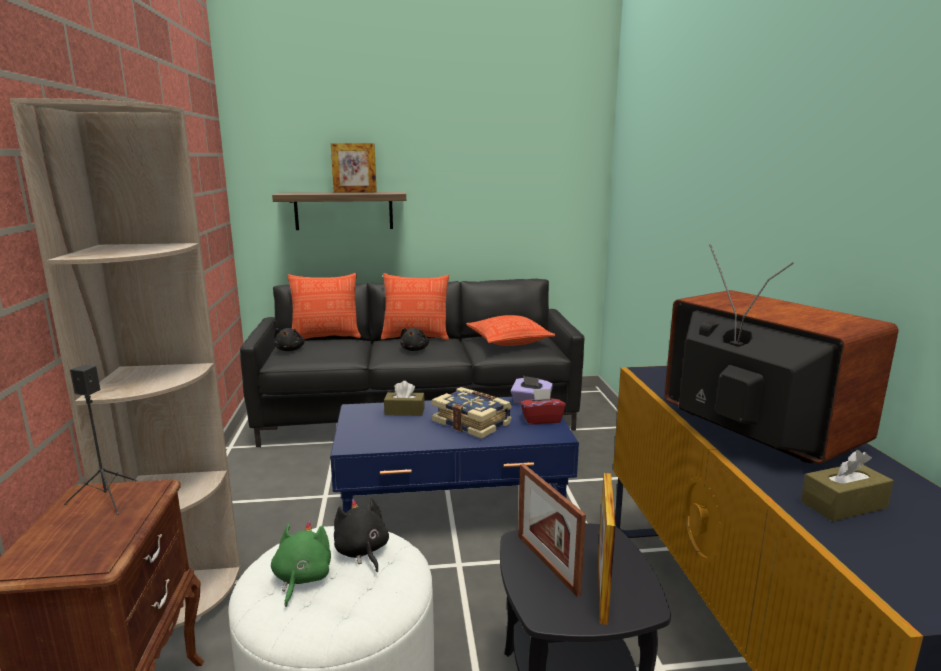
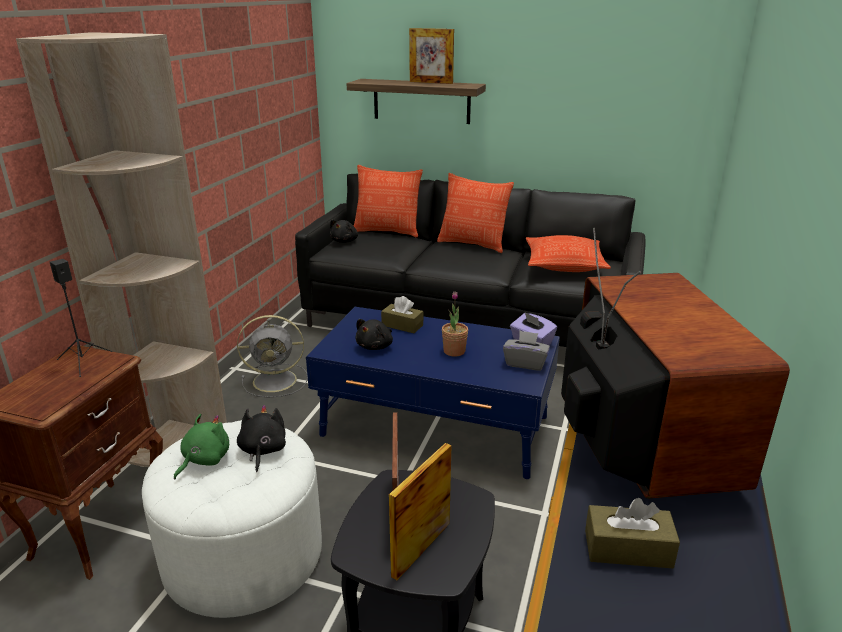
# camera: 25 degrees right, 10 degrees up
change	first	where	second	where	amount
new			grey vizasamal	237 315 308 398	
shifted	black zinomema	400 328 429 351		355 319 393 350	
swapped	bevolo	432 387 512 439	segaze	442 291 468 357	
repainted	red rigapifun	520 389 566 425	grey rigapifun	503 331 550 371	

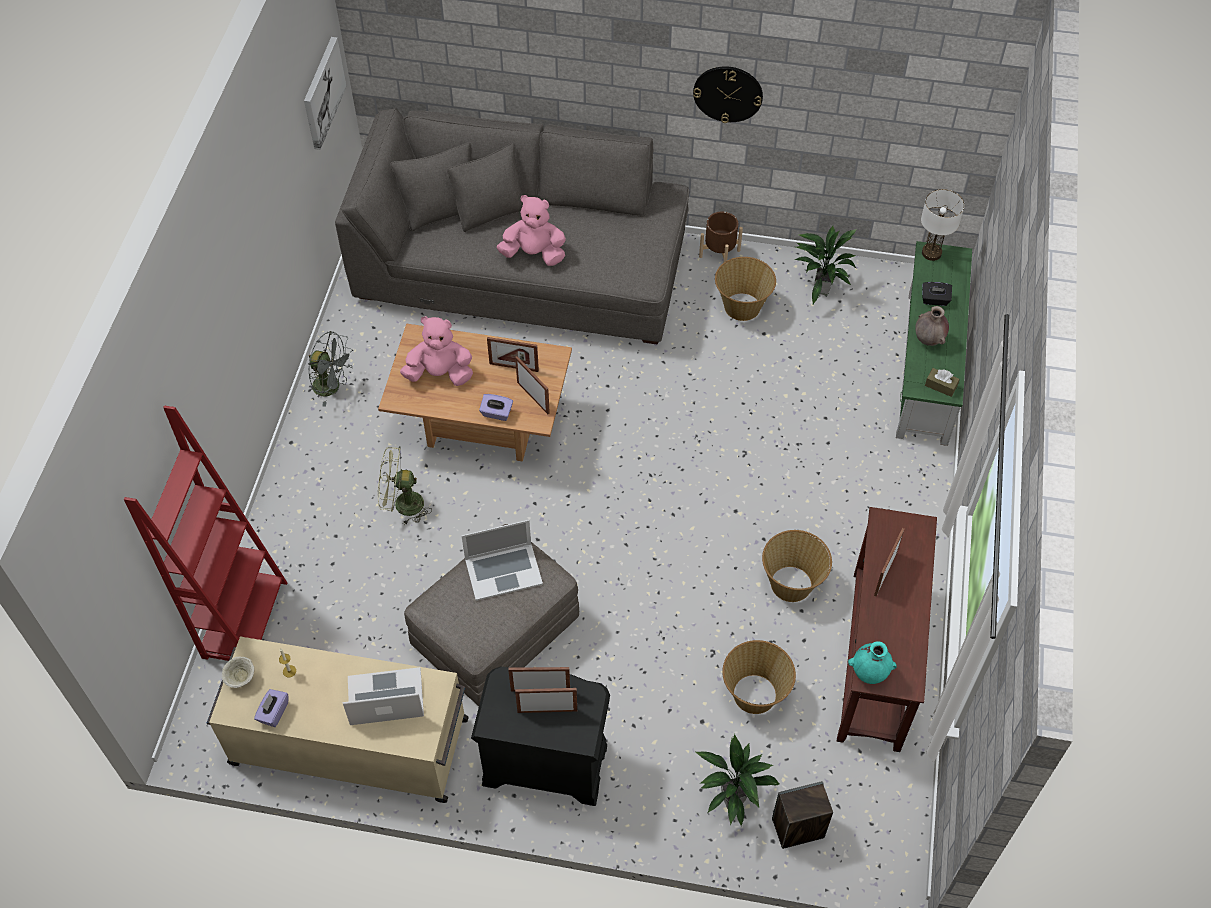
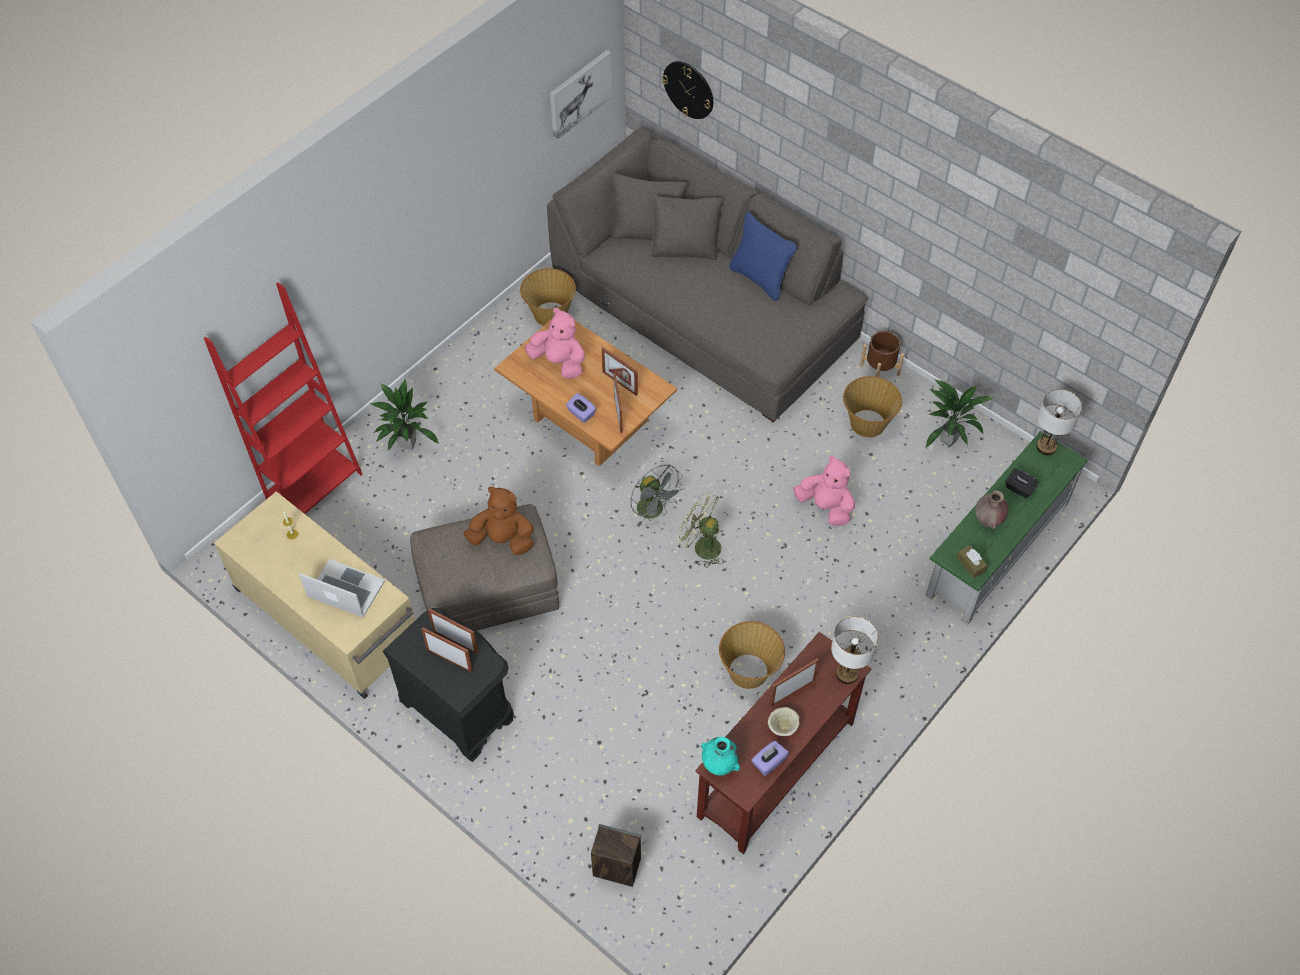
# camera: 30 degrees right, 0 degrees up
change	first	where	second	where	amount
shifted	segaze	696 734 779 826		370 378 439 450	
swapped	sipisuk	462 520 543 601	brown zinomema	464 486 534 555	
shifted	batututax	722 640 796 714		520 268 576 326	
shifted	grey vizasamal	308 331 353 407		630 464 684 527	
shifted	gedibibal	693 66 763 123		662 61 713 119	
shifted	green vizasamal	378 447 432 525		677 492 724 568	
new			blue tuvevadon	729 212 797 301	
shifted	purple rigapifun	254 689 288 727		751 741 789 776	
shifted	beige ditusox	222 656 254 688		768 707 800 736	
shifted	pink zinomema	497 195 566 266		793 455 855 526	
new			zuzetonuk	831 616 879 684	

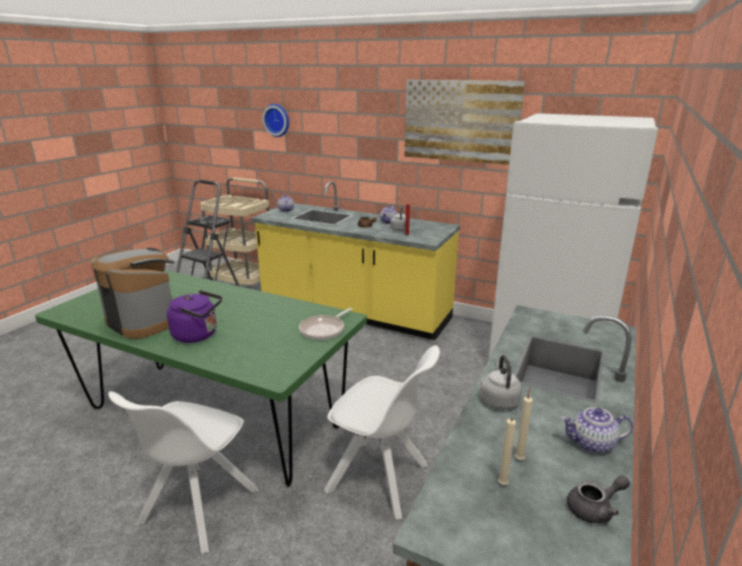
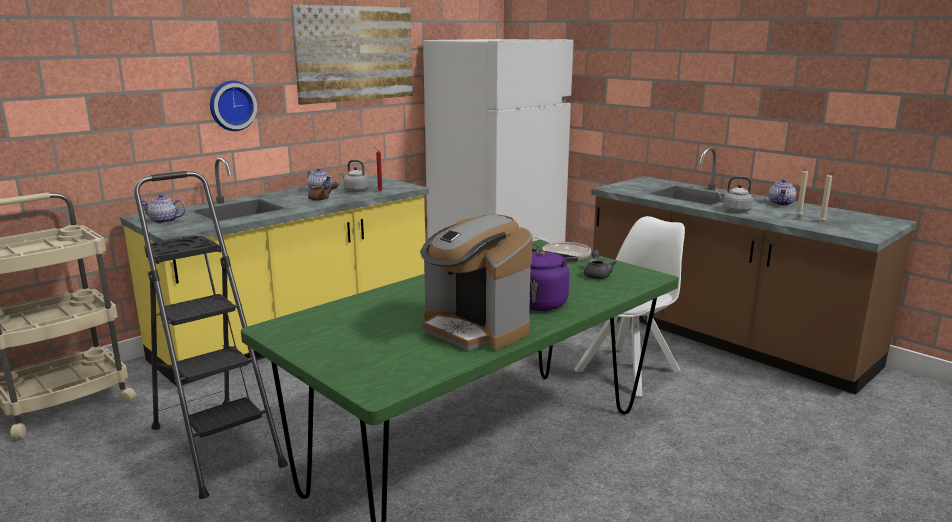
# camera: 70 degrees left, 5 degrees down
change	first	where	second	where	amount
shifted	gedibibal	262 104 289 137		210 80 257 131	
rotated	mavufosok	91 248 174 339		420 214 532 351	105 degrees counterclockwise
shifted	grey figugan	567 475 630 523		584 249 616 279	
gone	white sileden	108 391 259 554			

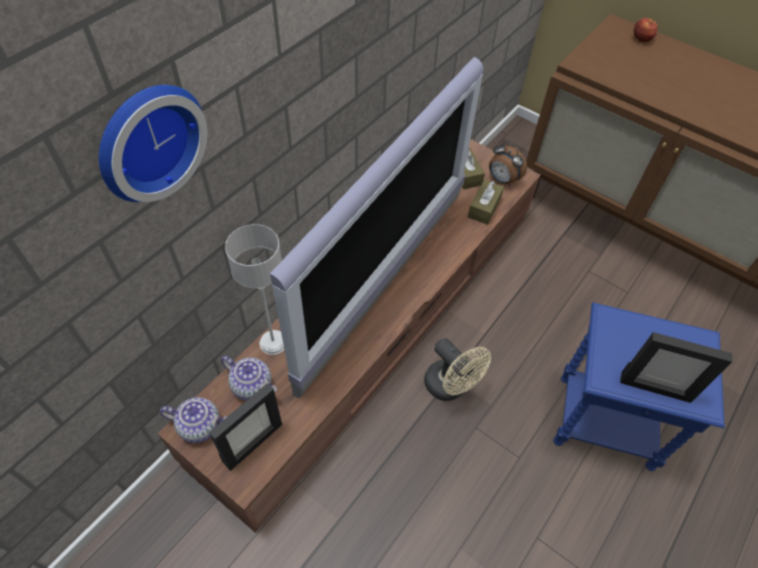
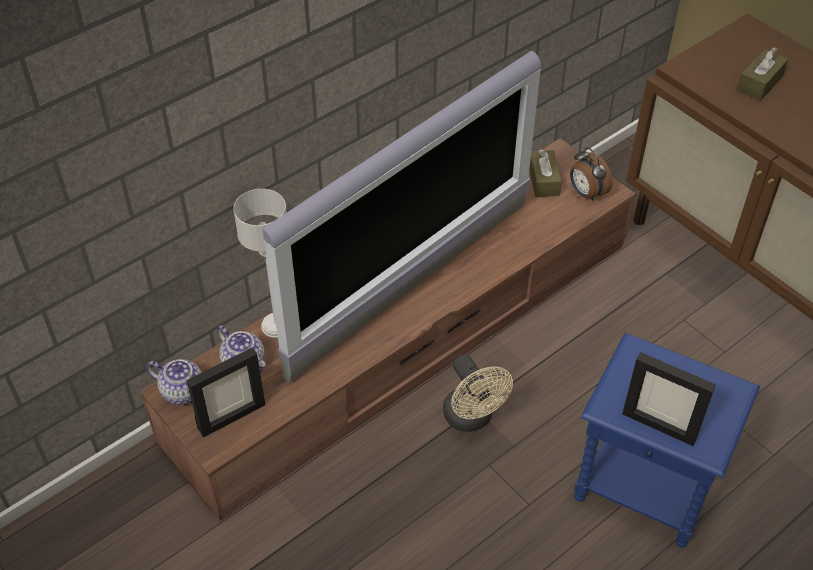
# camera: 15 degrees right, 5 degrees down
change	first	where	second	where	amount
shifted	brown rigapifun	468 180 504 225		737 47 788 101	
gone	gedibibal	99 85 207 202			
gone	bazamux	634 18 658 42			

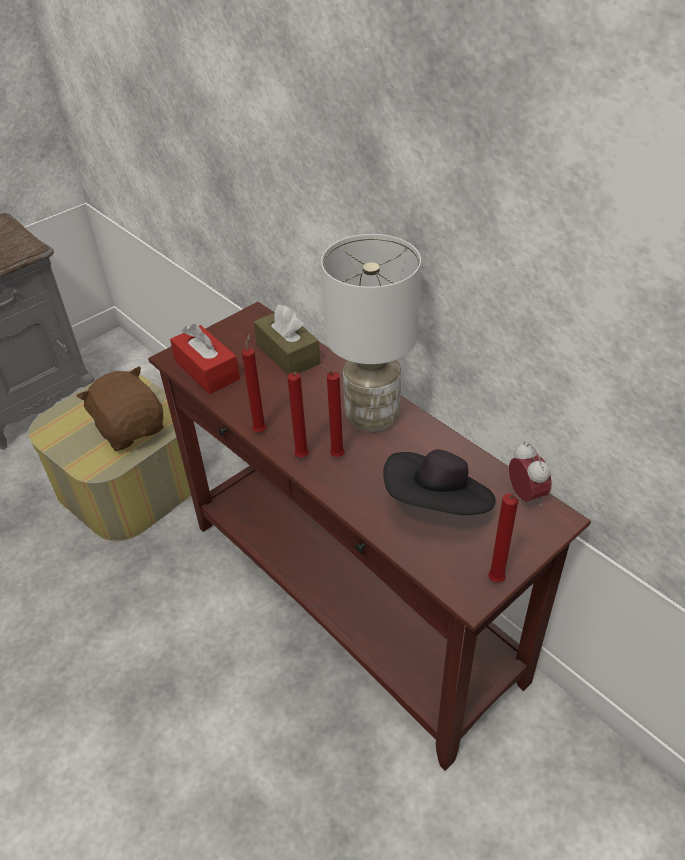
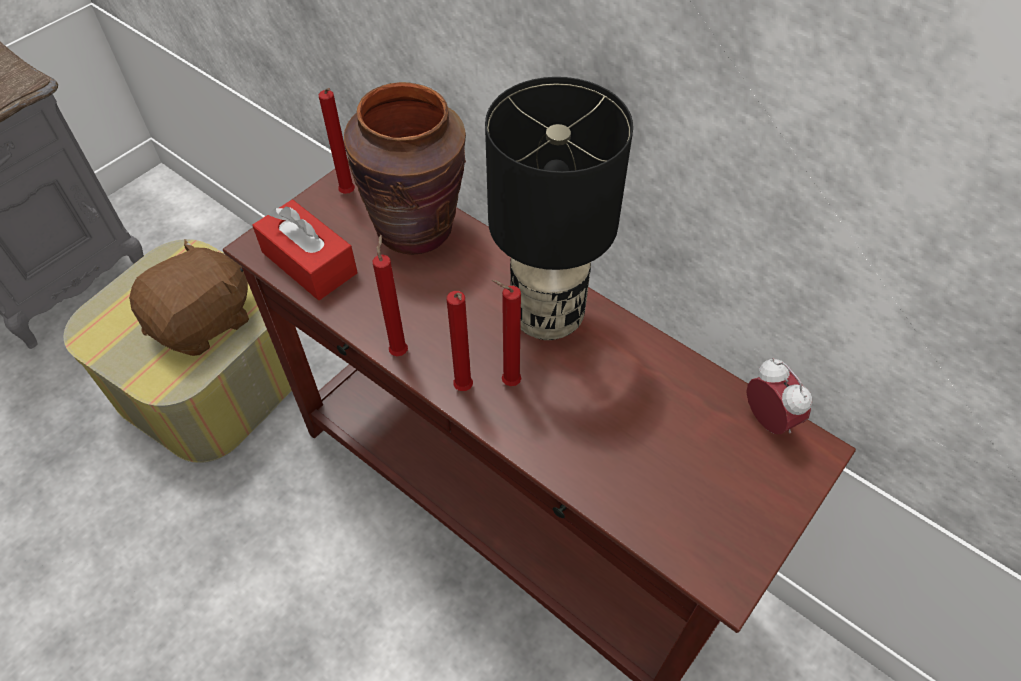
# camera: 10 degrees left, 10 degrees up
change	first	where	second	where	amount
rotated	brown zinomema	76 366 164 451		129 239 249 356	90 degrees clockwise
shifted	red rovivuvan	488 494 521 583		319 88 355 194	
swapped	brown rigapifun	254 305 320 375	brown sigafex	344 82 466 255	
repainted	white zuzetonuk	321 234 421 432	black zuzetonuk	485 77 633 340	
gone	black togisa	383 450 496 515			

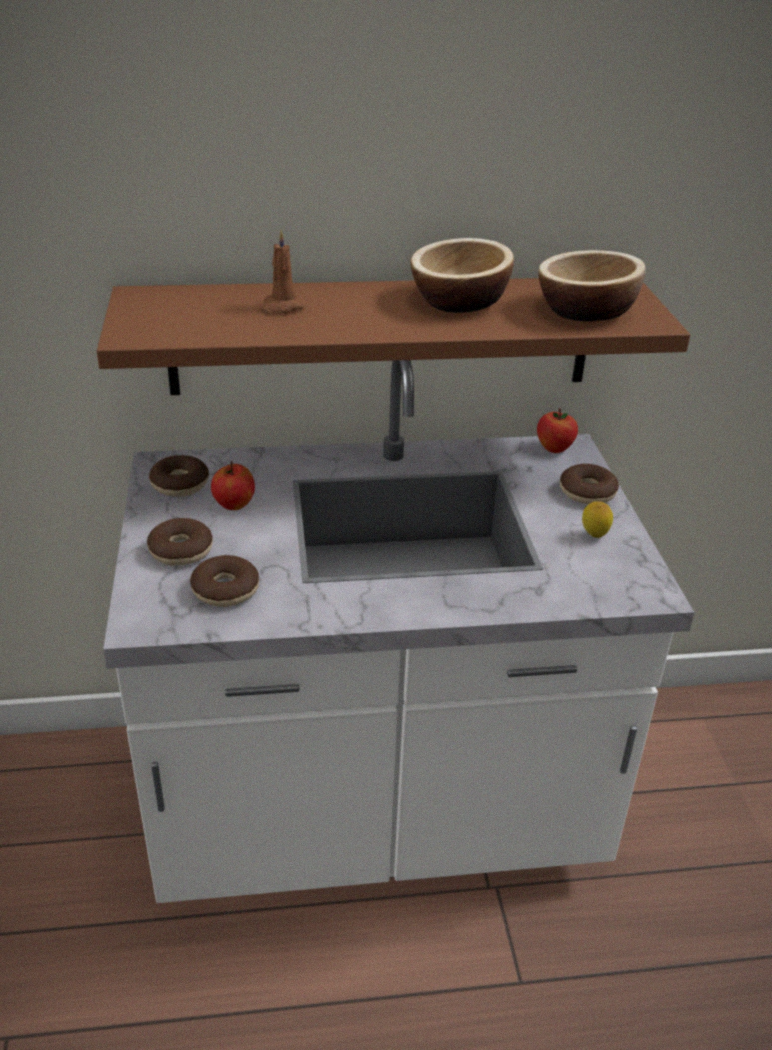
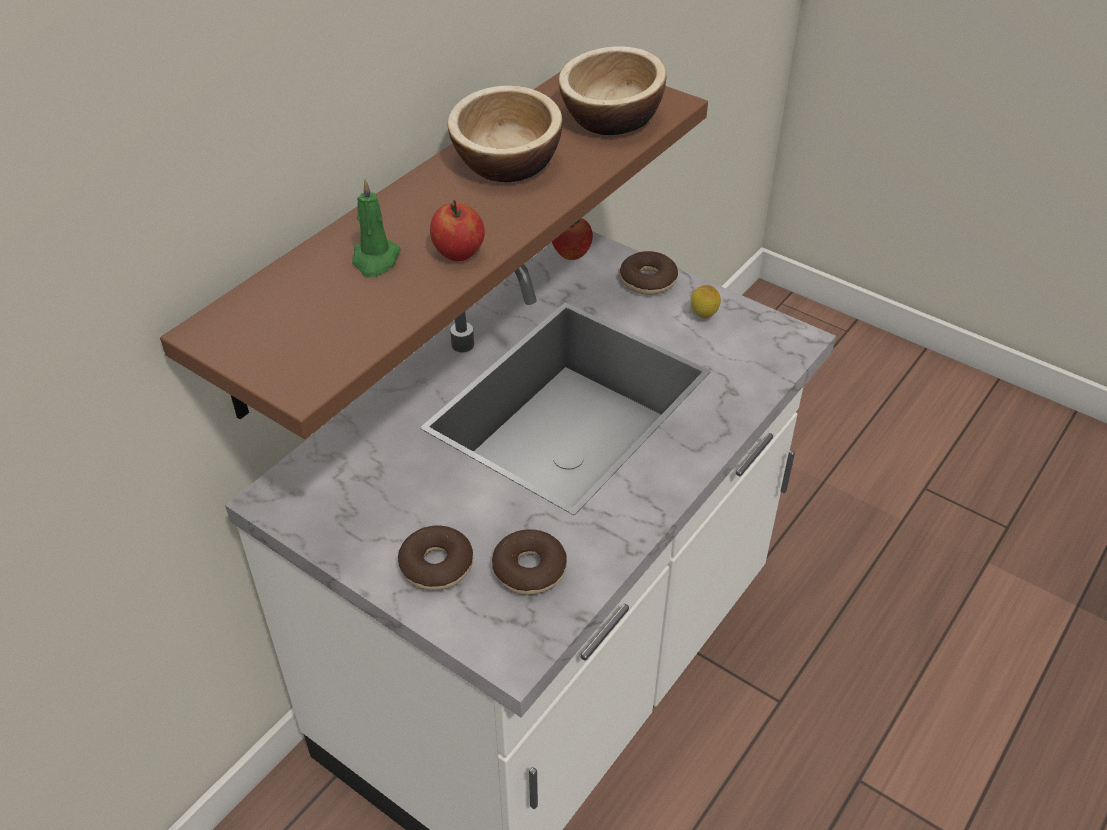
# camera: 45 degrees left, 10 degrees up
change	first	where	second	where	amount
repainted	brown rovivuvan	260 230 305 314	green rovivuvan	352 179 401 277	
shifted	bazamux	211 461 255 510		430 200 485 261	
gone	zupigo	149 455 209 497			

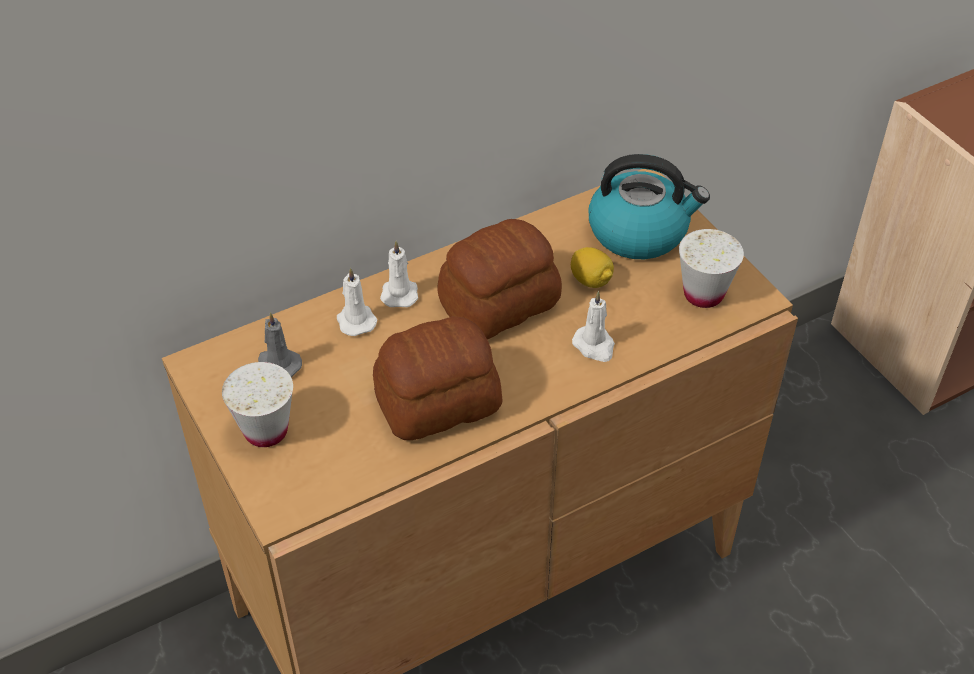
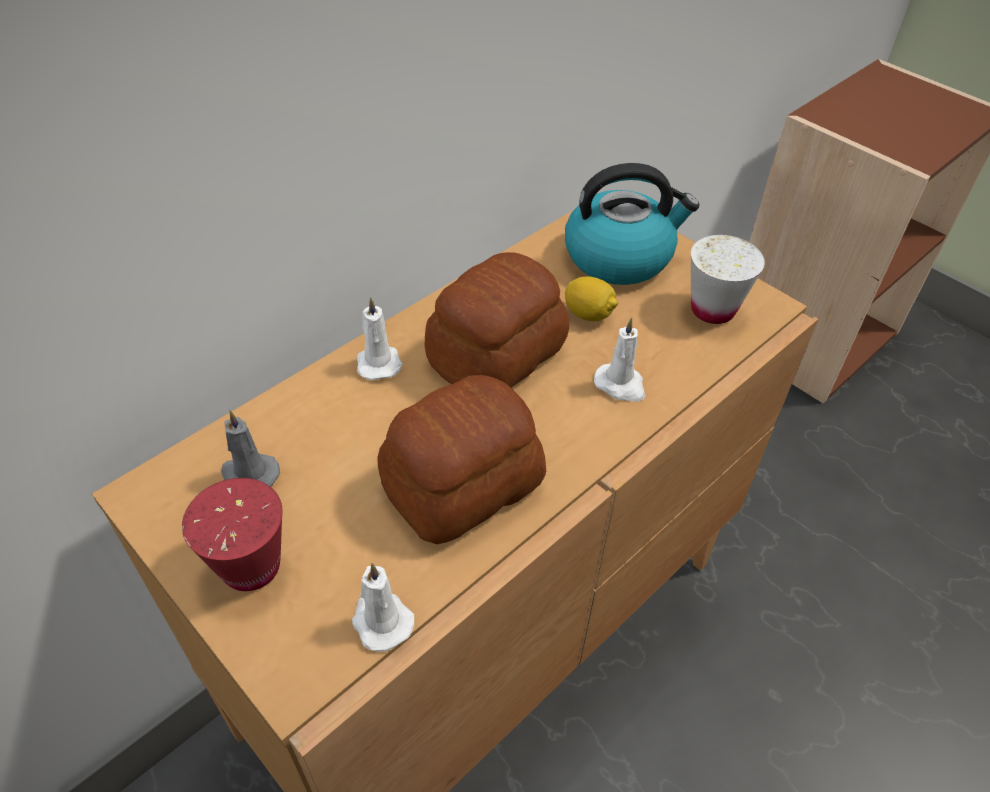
# camera: 15 degrees left, 0 degrees up
change	first	where	second	where	amount
repainted	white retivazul	222 362 293 447	red retivazul	182 478 283 591	
shifted	white rovivuvan	337 267 377 336		351 563 414 652	

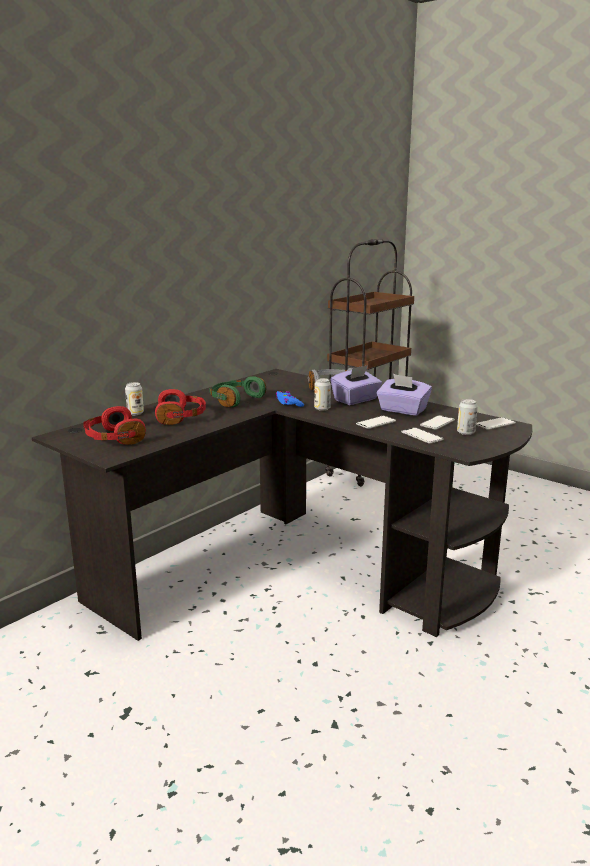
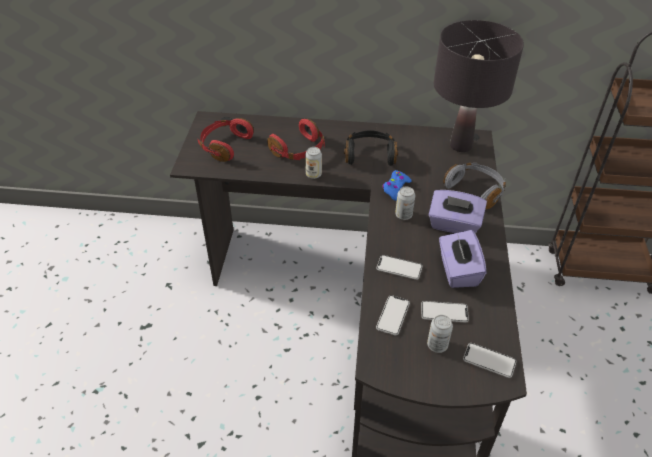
# camera: 55 degrees right, 25 degrees up
change	first	where	second	where	amount
shifted	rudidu	125 382 144 415		305 147 322 179	
repainted	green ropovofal	209 376 266 407	black ropovofal	344 130 398 166	
new			black zuzetonuk	434 20 524 152	

